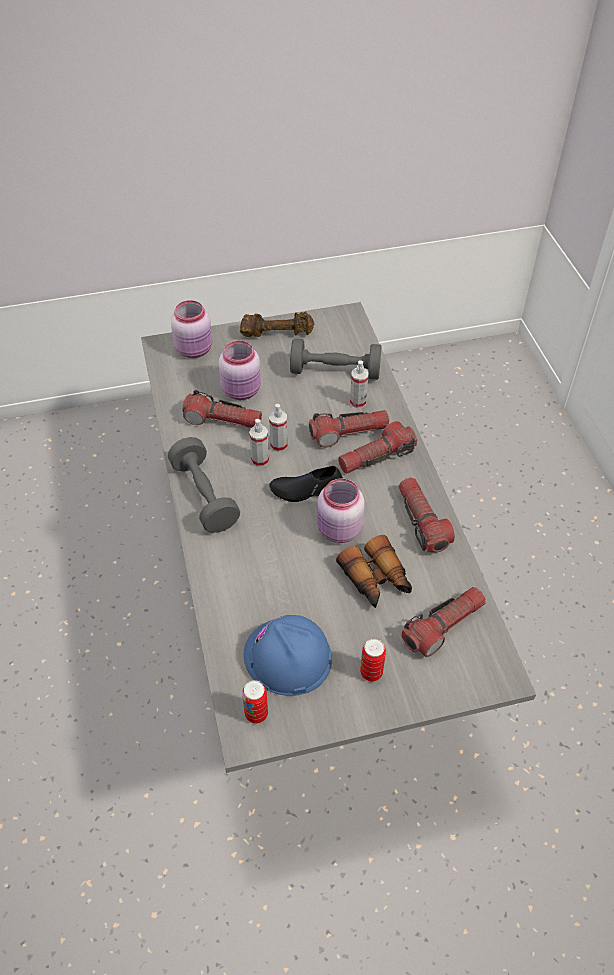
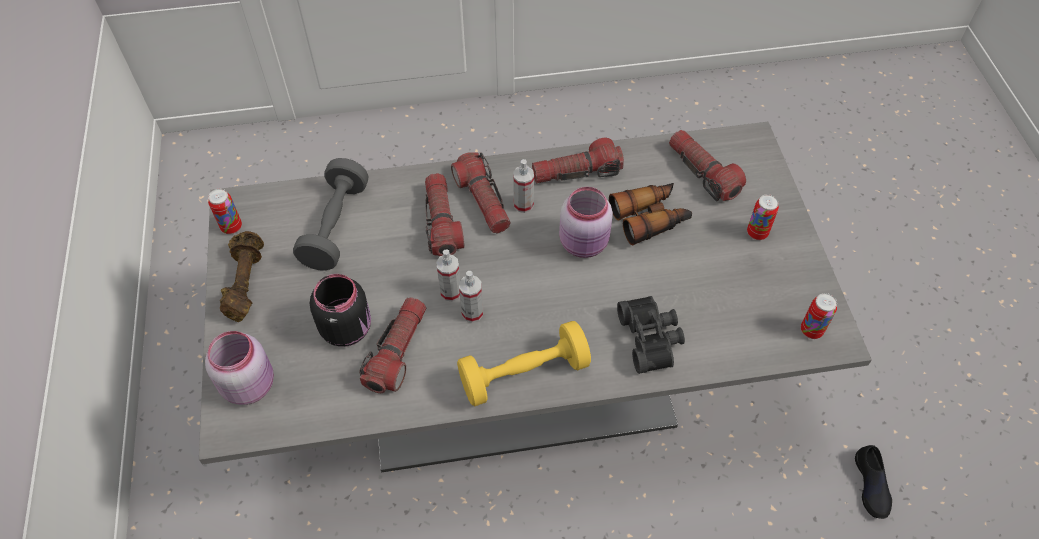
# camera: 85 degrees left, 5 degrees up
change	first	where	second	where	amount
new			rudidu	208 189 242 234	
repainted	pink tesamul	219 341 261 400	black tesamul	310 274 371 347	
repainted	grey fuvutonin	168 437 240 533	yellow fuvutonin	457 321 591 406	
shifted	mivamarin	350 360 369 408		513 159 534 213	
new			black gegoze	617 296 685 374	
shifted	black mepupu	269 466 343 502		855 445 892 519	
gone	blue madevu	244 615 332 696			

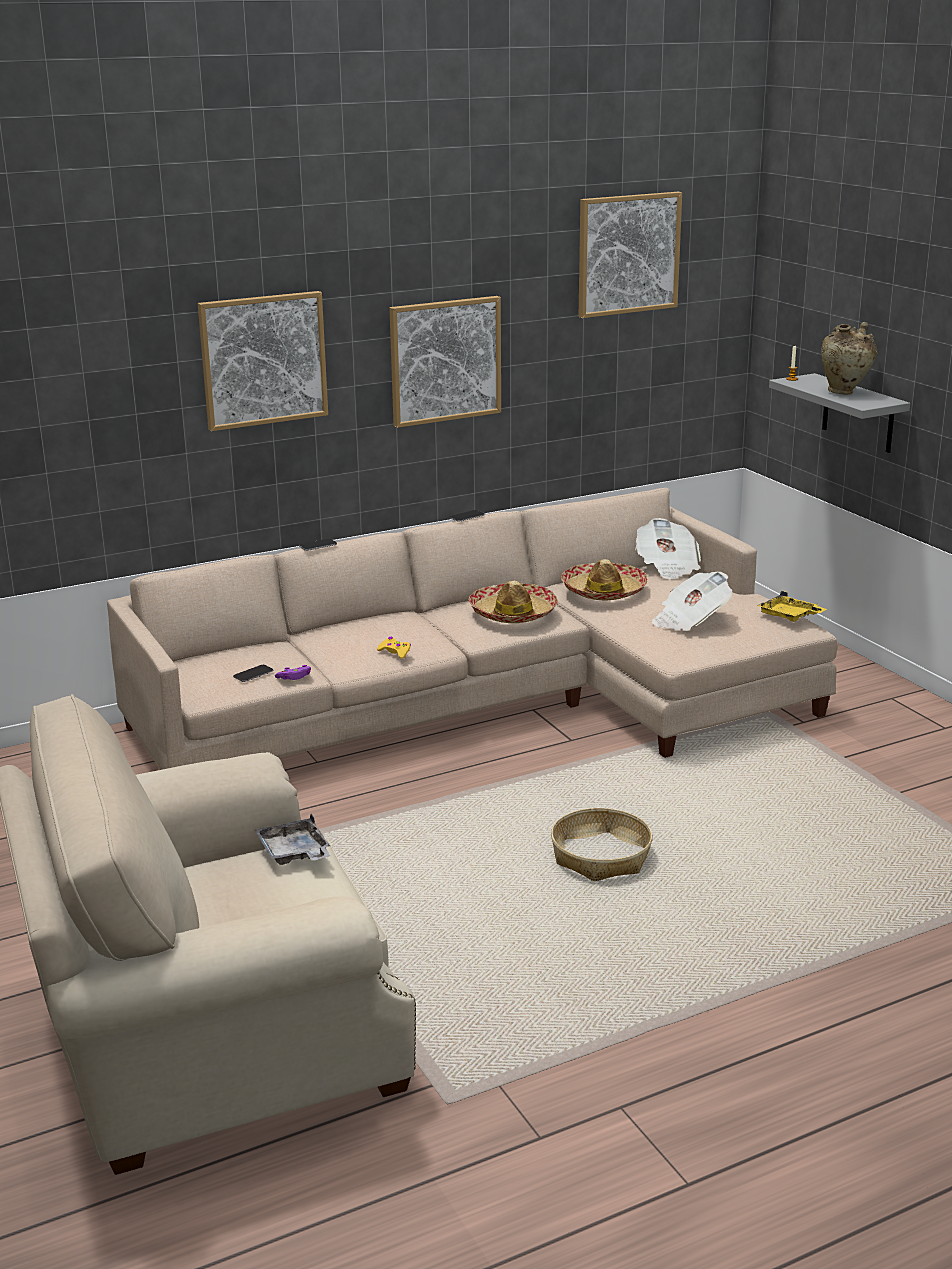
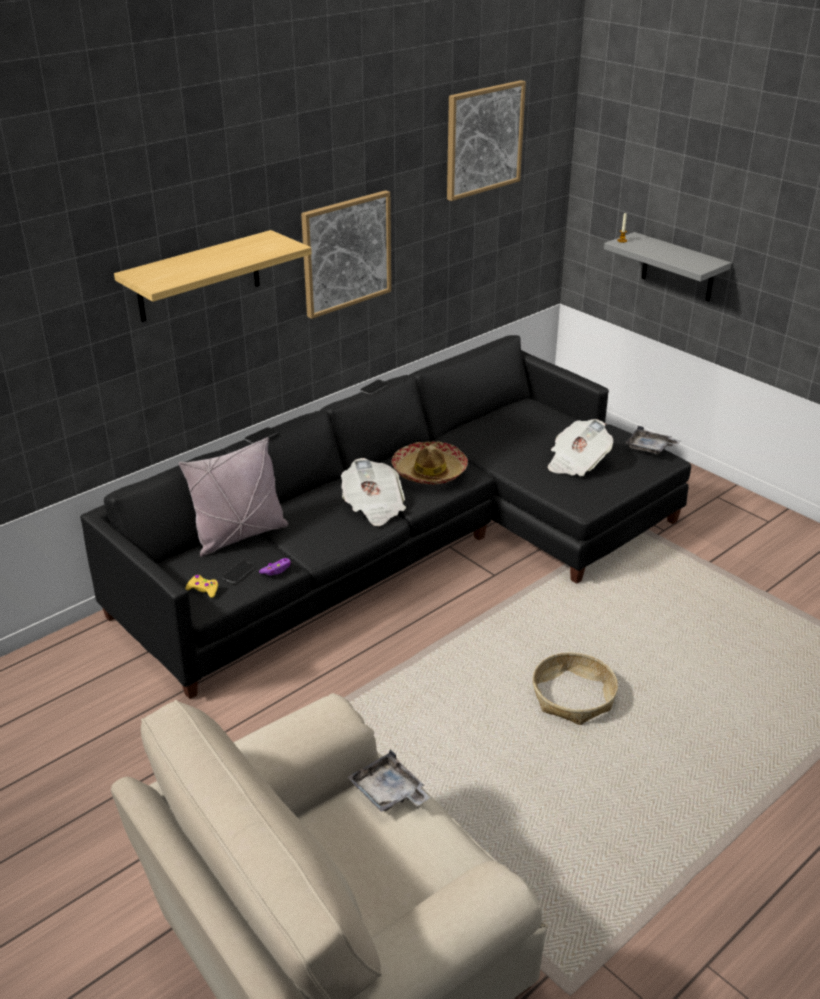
# camera: 15 degrees left, 10 degrees up
change	first	where	second	where	amount
repainted	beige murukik	107 488 838 770	black murukik	80 335 691 699	
swapped	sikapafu	198 291 328 431	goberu	114 230 312 322	
new			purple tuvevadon	179 437 288 557	
shifted	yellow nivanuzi	377 637 411 659		185 575 219 598	
shifted	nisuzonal	635 518 701 580		341 458 406 526	
repainted	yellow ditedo	757 591 827 622	grey ditedo	626 426 680 455	
gone	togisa	561 559 648 600			
gone	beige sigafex	821 322 877 395			

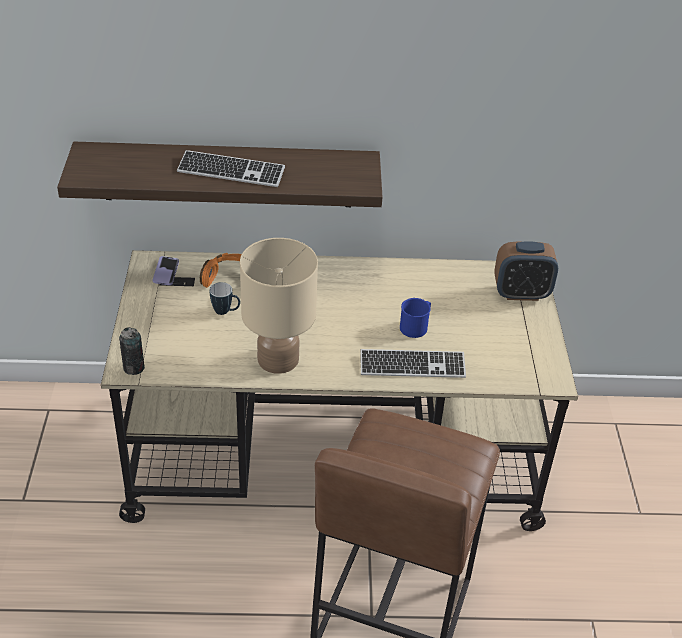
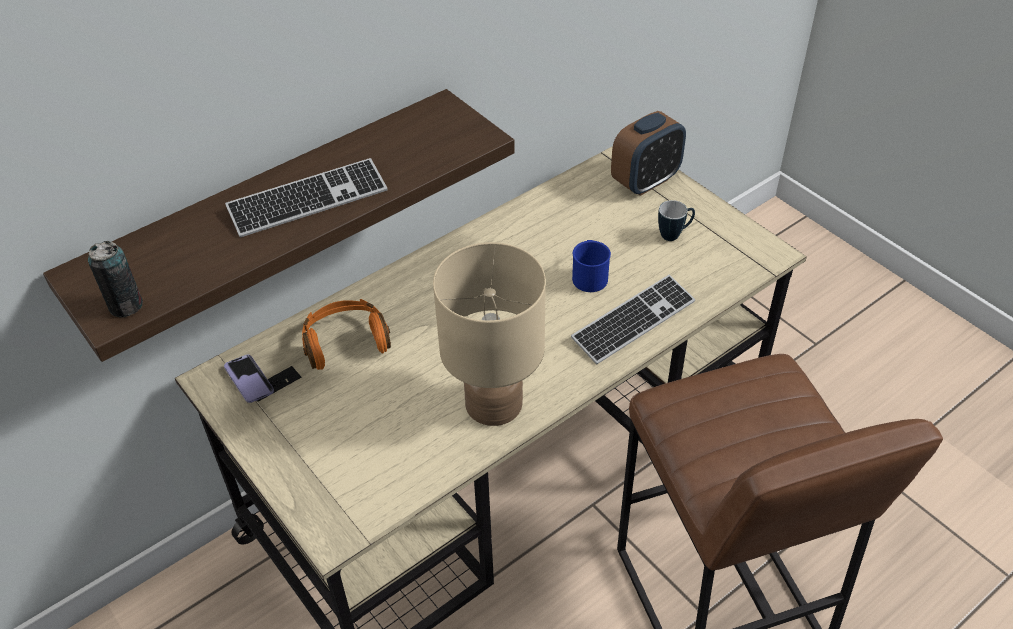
# camera: 35 degrees left, 5 degrees up
change	first	where	second	where	amount
shifted	rudidu	119 327 145 375		88 241 143 317	
shifted	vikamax	210 282 240 315		658 200 695 241	

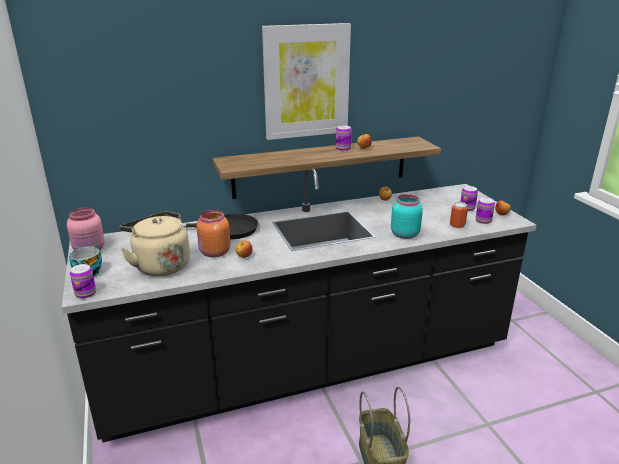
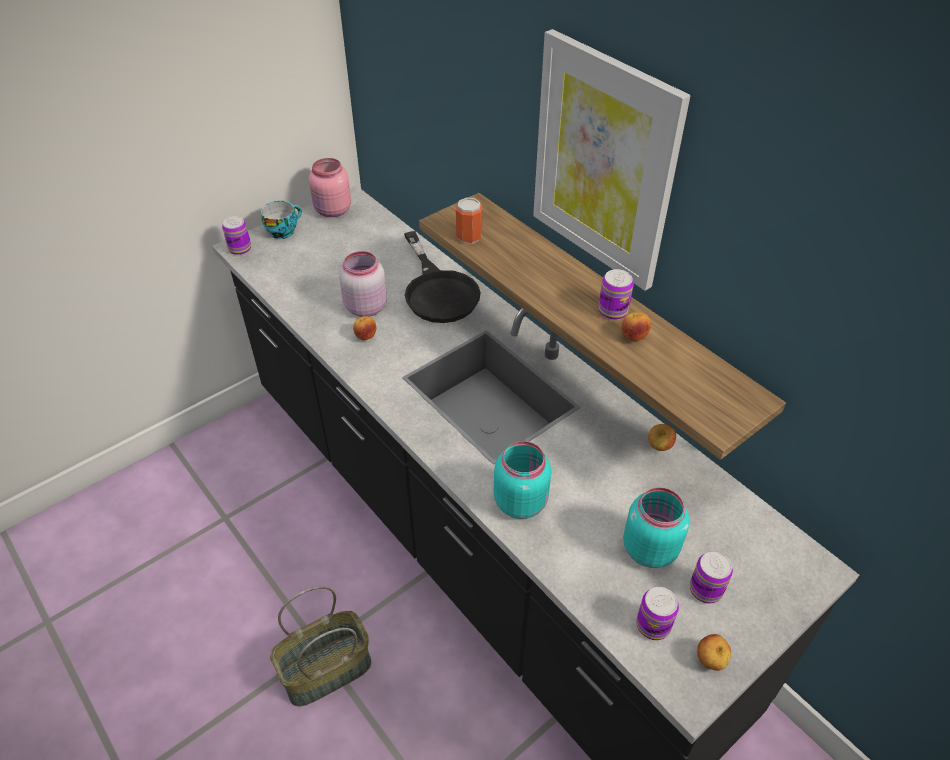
# camera: 70 degrees right, 20 degrees up
change	first	where	second	where	amount
repainted	orange tesamul	196 210 231 258	pink tesamul	339 251 387 317	
shifted	rudidu	450 202 468 228		456 197 482 244	
new			turquoise tesamul	623 488 690 568	
gone	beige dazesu	120 211 190 276			

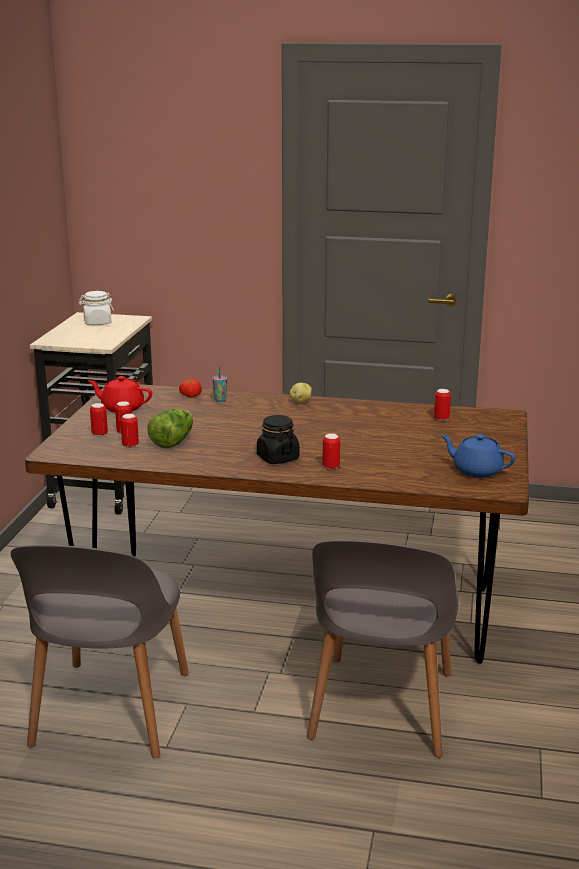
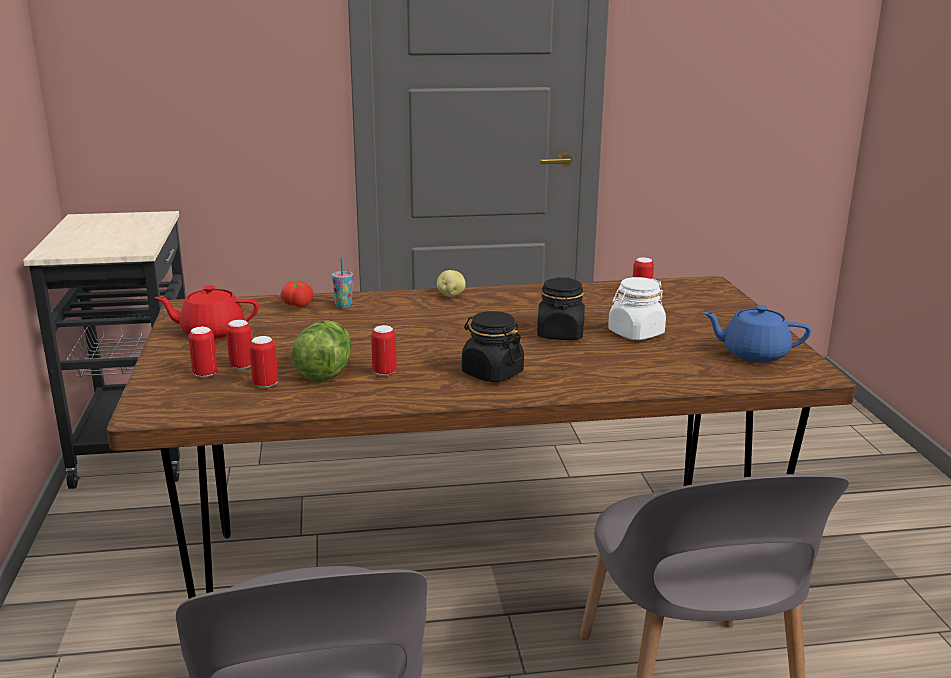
# camera: 20 degrees left, 0 degrees up
change	first	where	second	where	amount
shifted	rudidu	322 434 340 469		371 325 397 376	
new			black tesamul	537 277 585 340	
shifted	white tesamul	79 291 114 325		608 277 666 340	

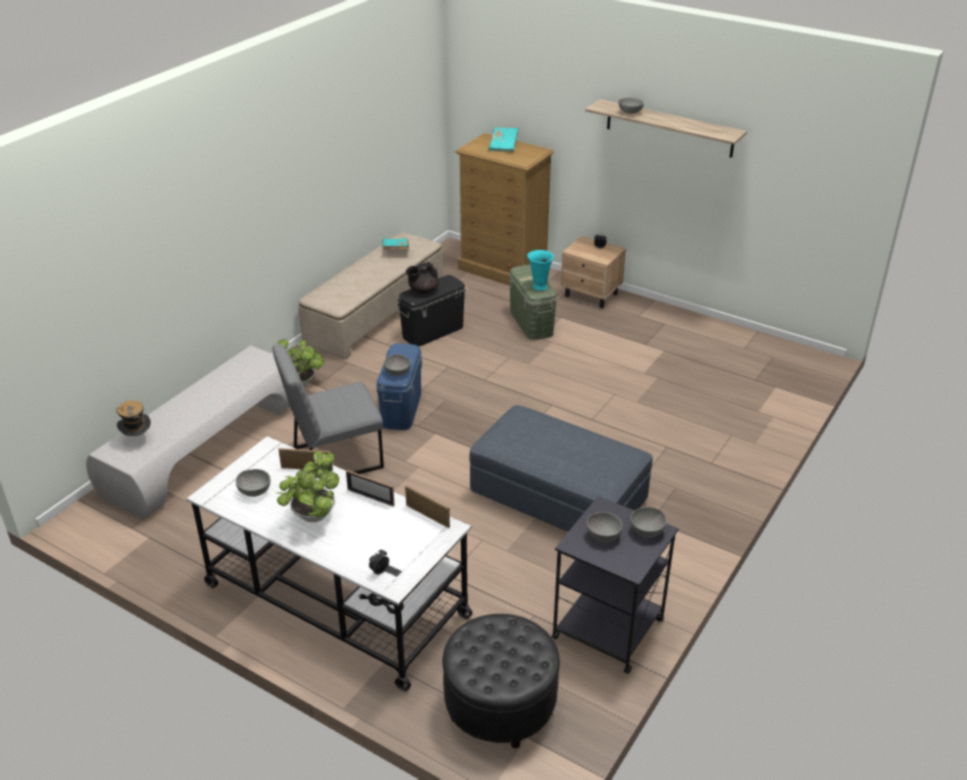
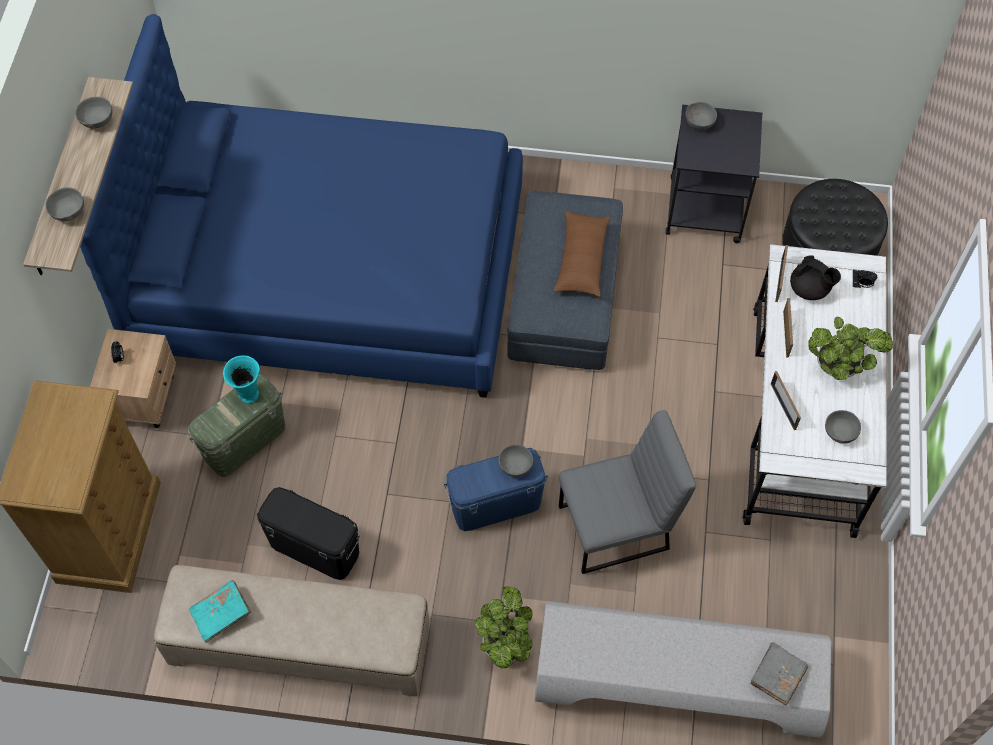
# camera: 115 degrees left, 25 degrees up
change	first	where	second	where	amount
shifted	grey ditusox	587 512 623 542		75 97 112 129	
new			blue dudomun	80 14 523 398	
new			brown tuvevadon	553 211 611 297	
rotated	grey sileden	272 344 384 474		559 410 696 574	60 degrees counterclockwise
swapped	togisa	116 401 151 436	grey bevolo	750 642 808 705	
shifted	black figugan	406 262 439 293		790 255 841 300	
gone	turquoise bevolo	488 127 519 152			

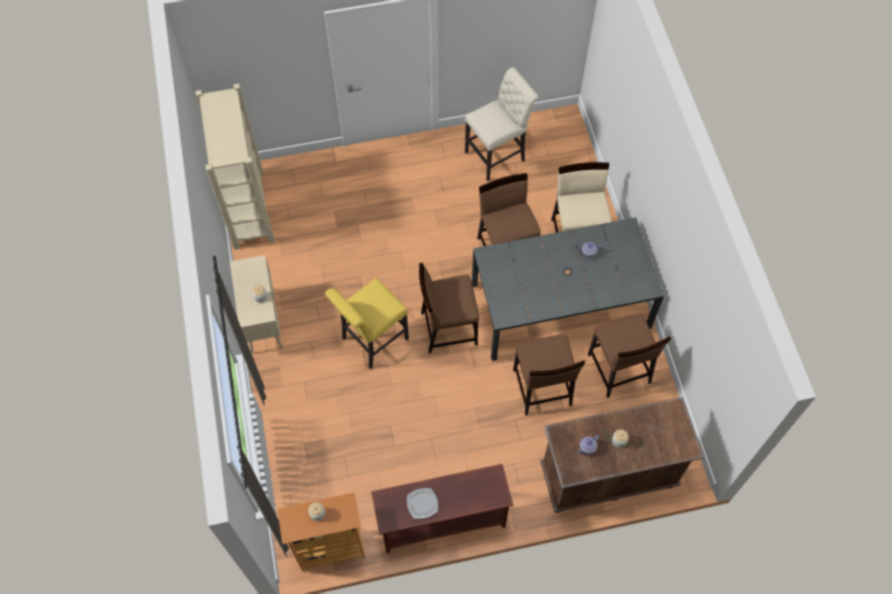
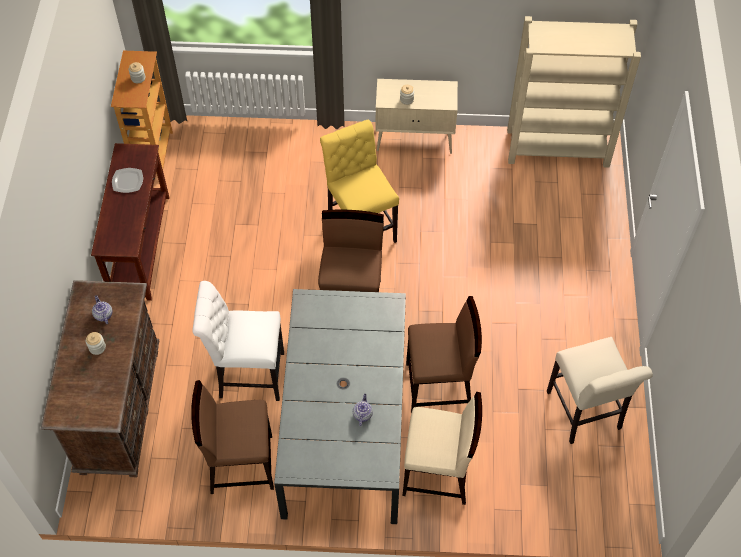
# camera: 105 degrees right, 5 degrees down
change	first	where	second	where	amount
swapped	brown sileden	513 334 585 416	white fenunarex	192 281 284 401	

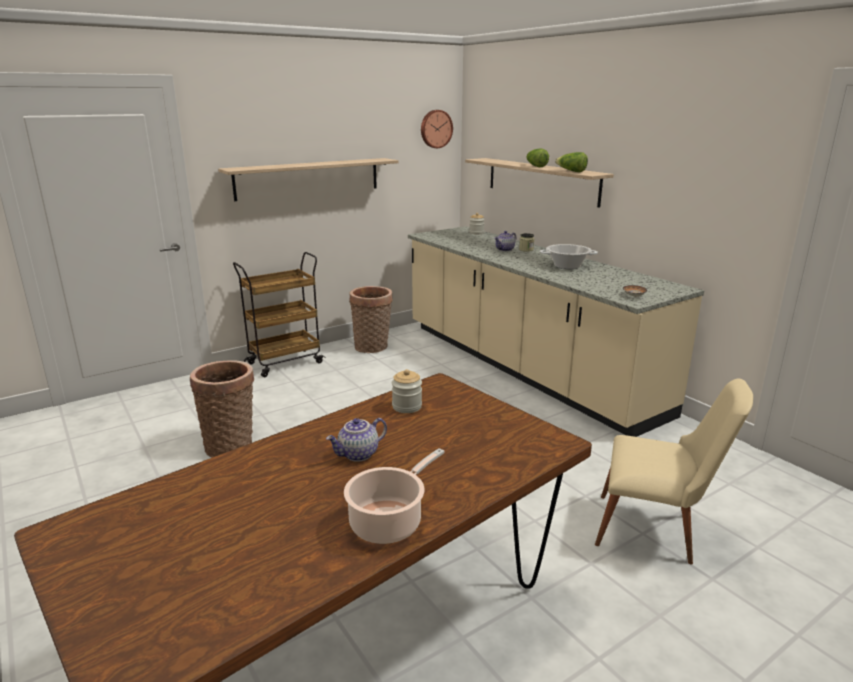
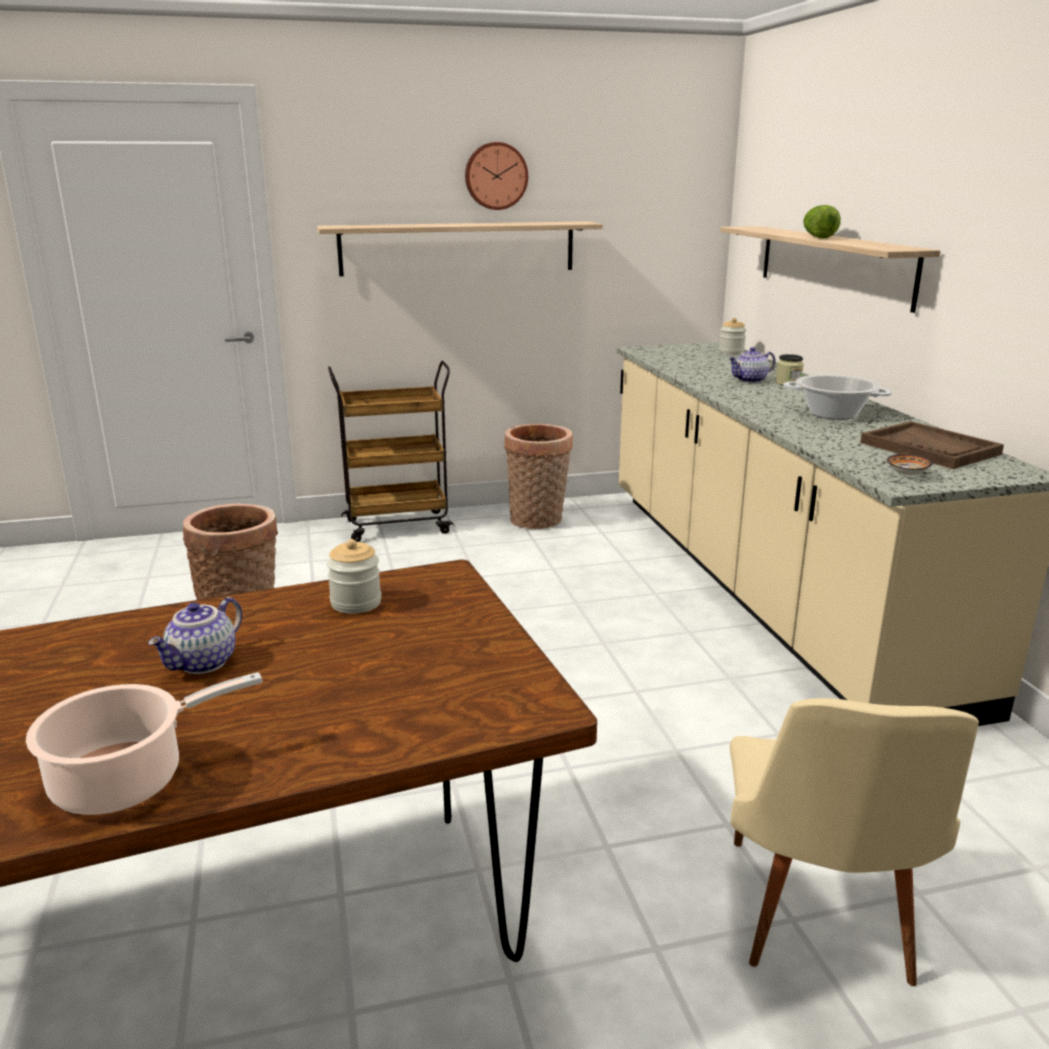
# camera: 20 degrees right, 0 degrees up
change	first	where	second	where	amount
rotated	figugan	326 418 387 462		148 597 242 674	45 degrees counterclockwise
shifted	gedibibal	421 110 453 148		465 142 528 210	
rotated	beige sileden	595 379 753 564		730 698 979 986	60 degrees clockwise
new			brown ditedo	860 421 1004 469	
gone	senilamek	555 152 588 172			

